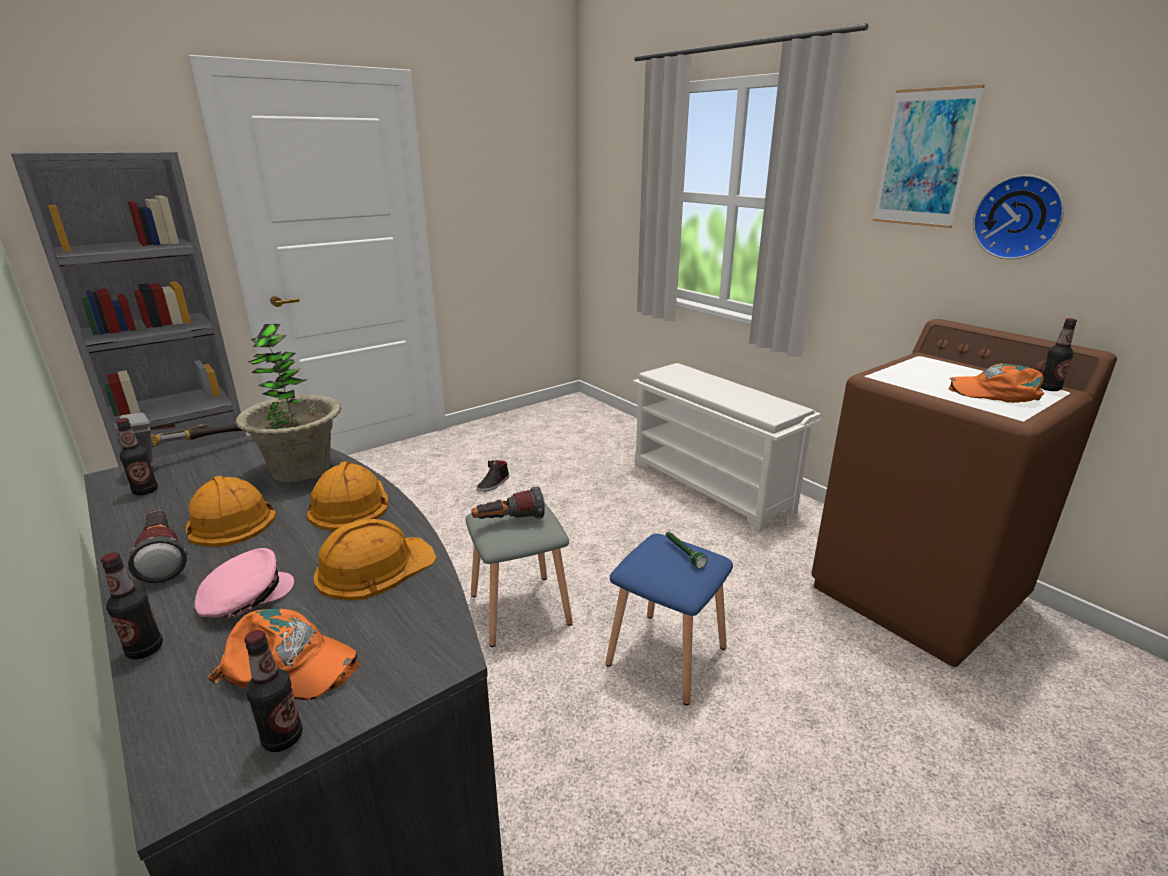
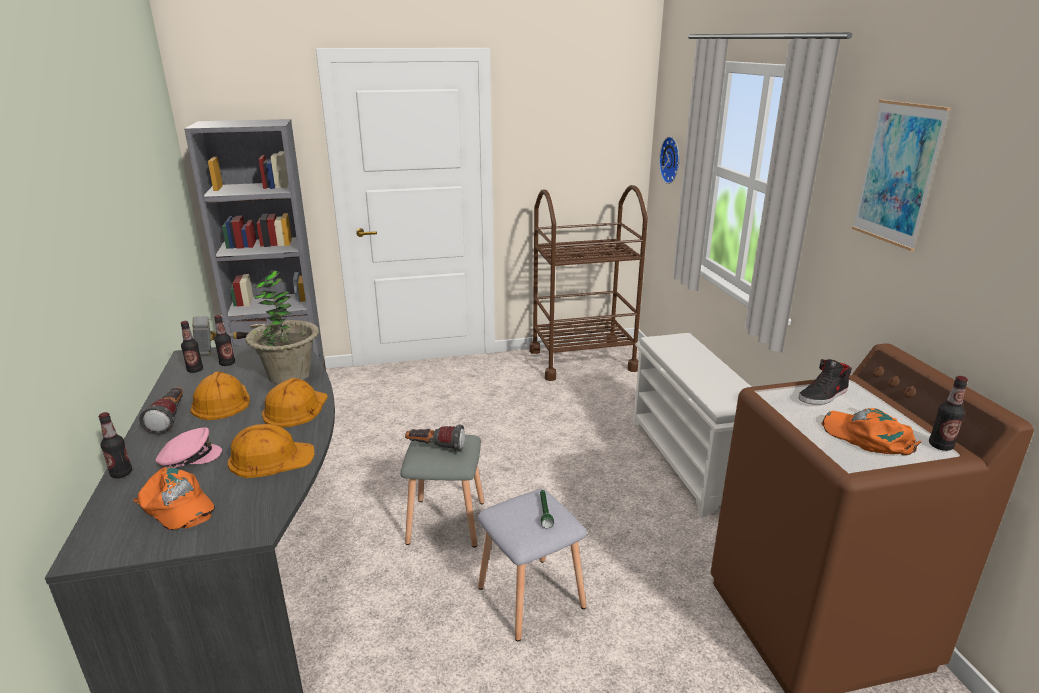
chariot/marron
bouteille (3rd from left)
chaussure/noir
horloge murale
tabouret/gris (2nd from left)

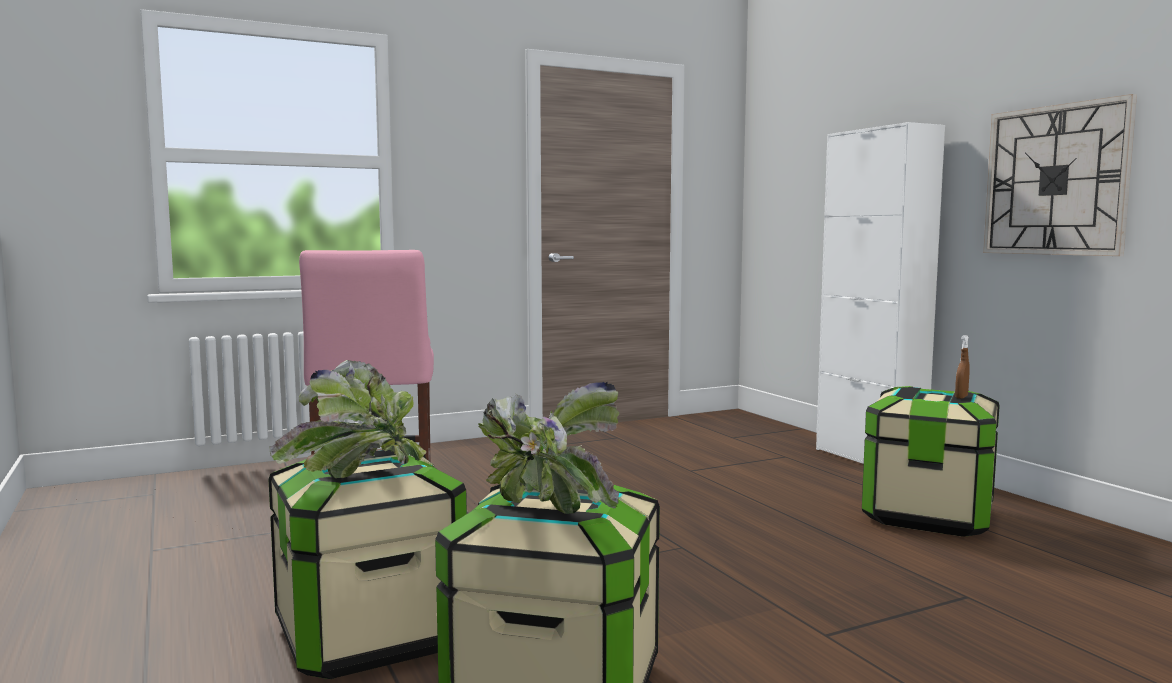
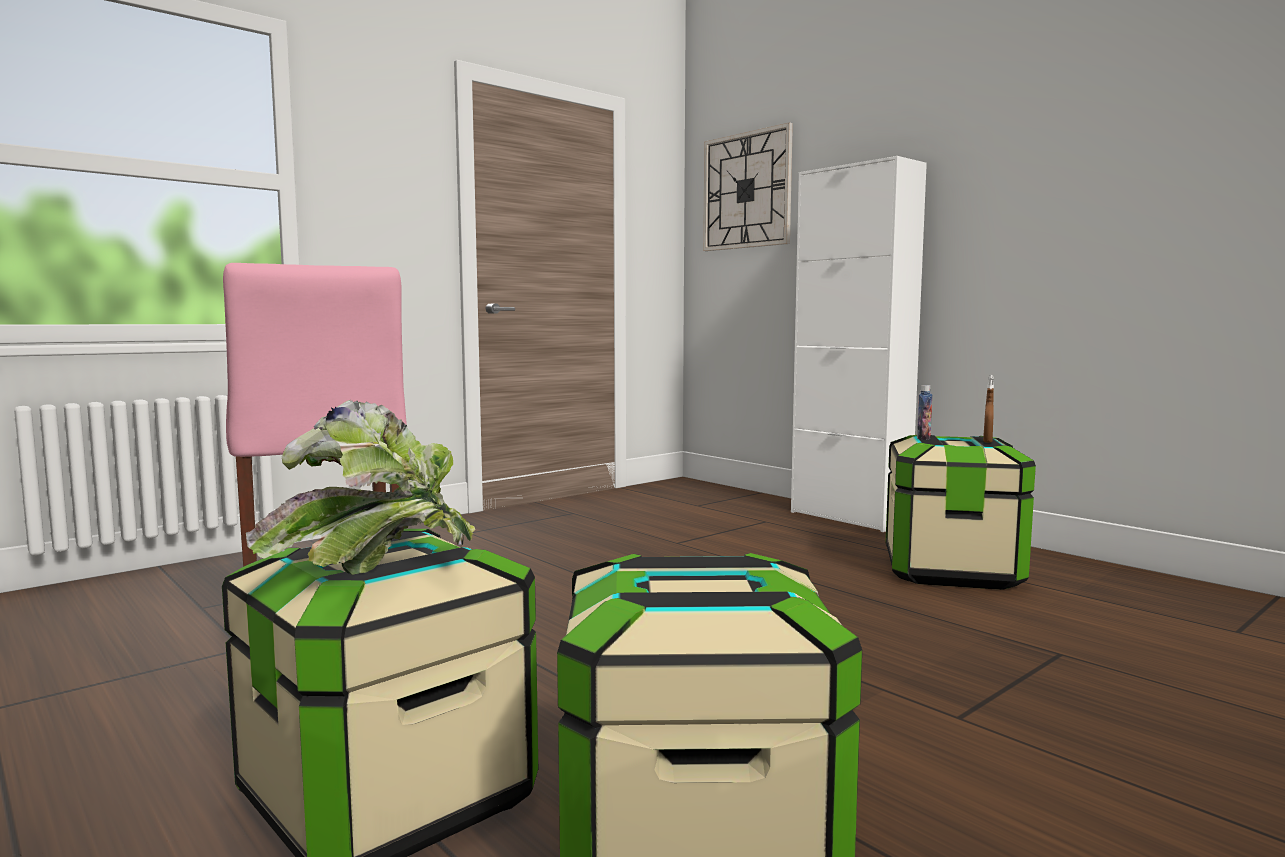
plante en pot (2nd from left in the first image)
bouteille
horloge murale

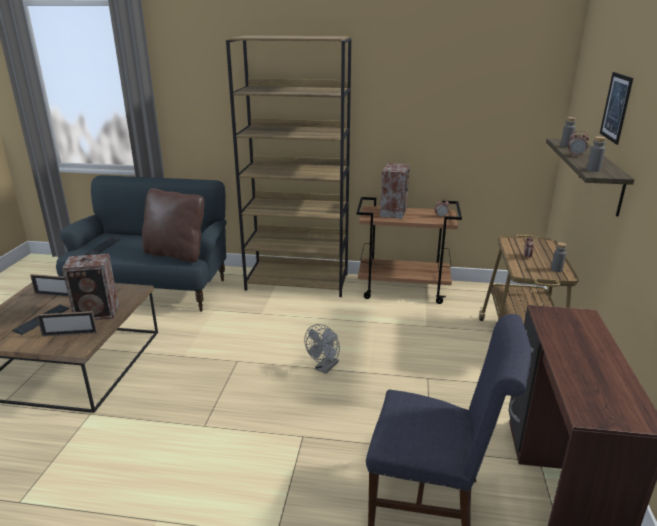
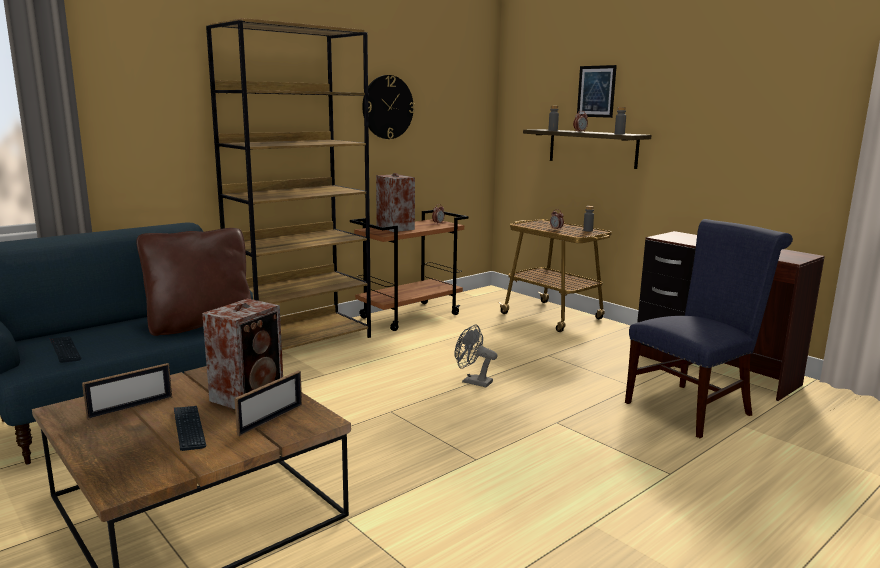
horloge murale
ventilateur/gris

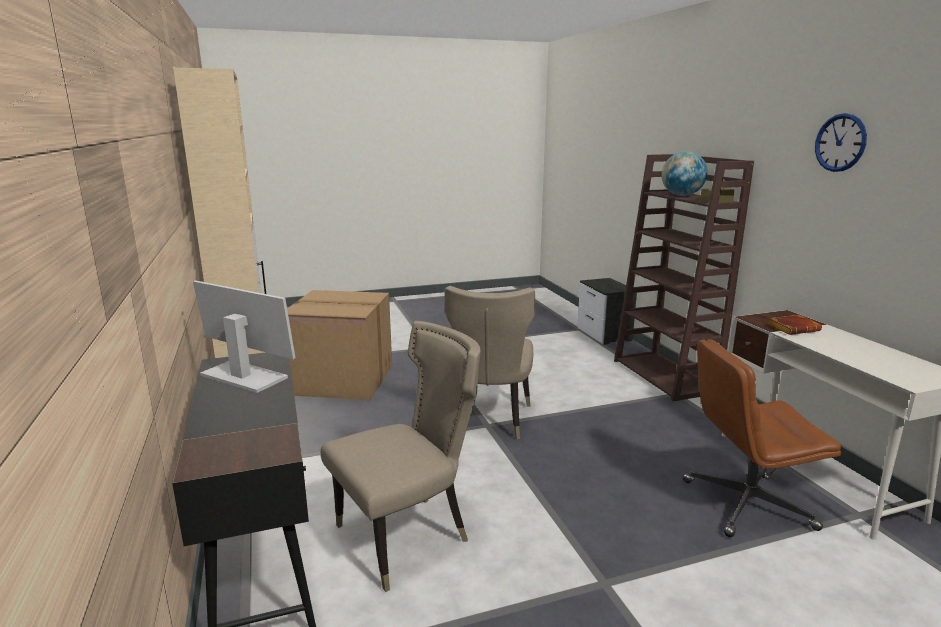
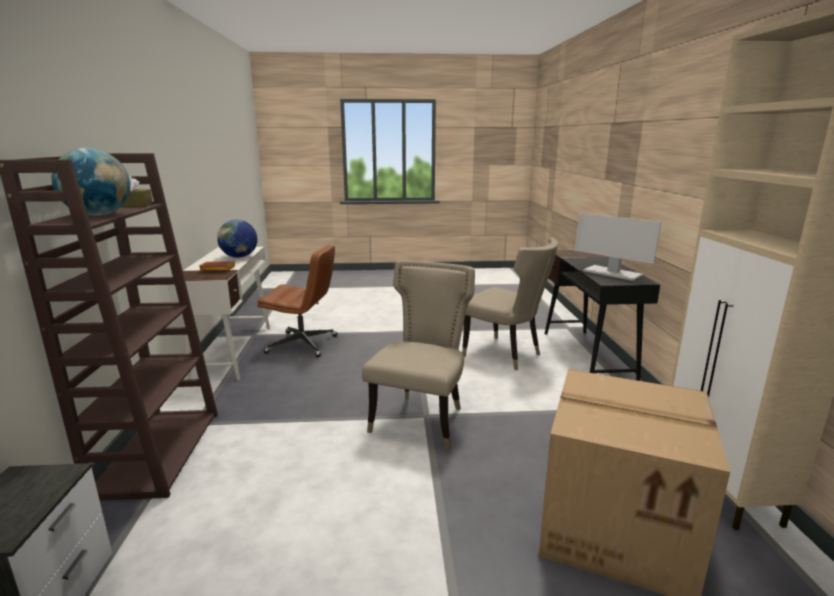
horloge murale
globe (2nd from left)
chaise/beige (2nd from left)

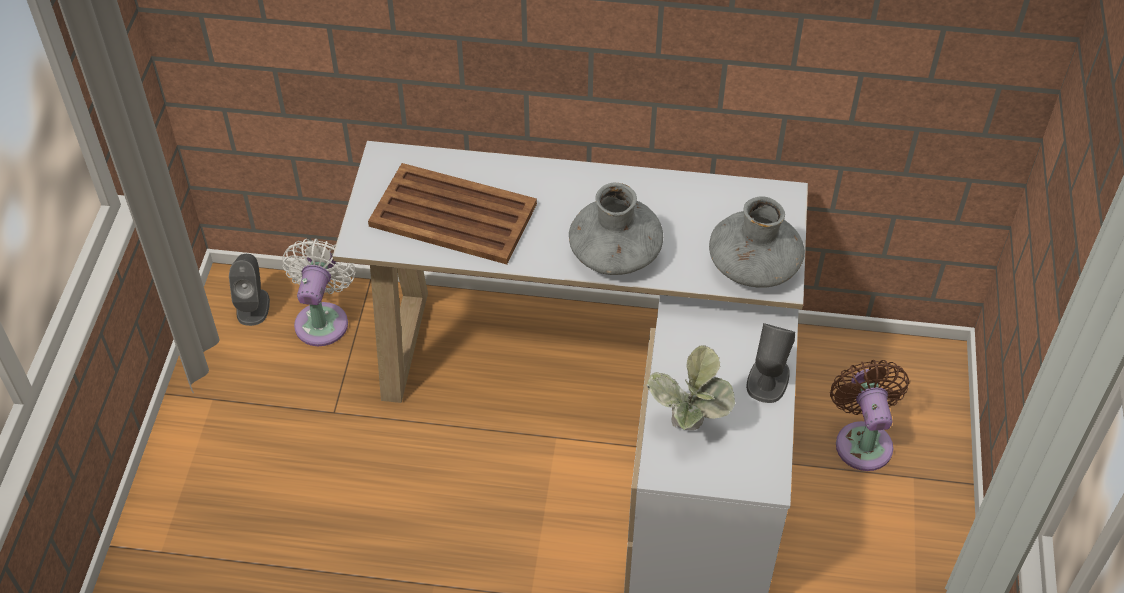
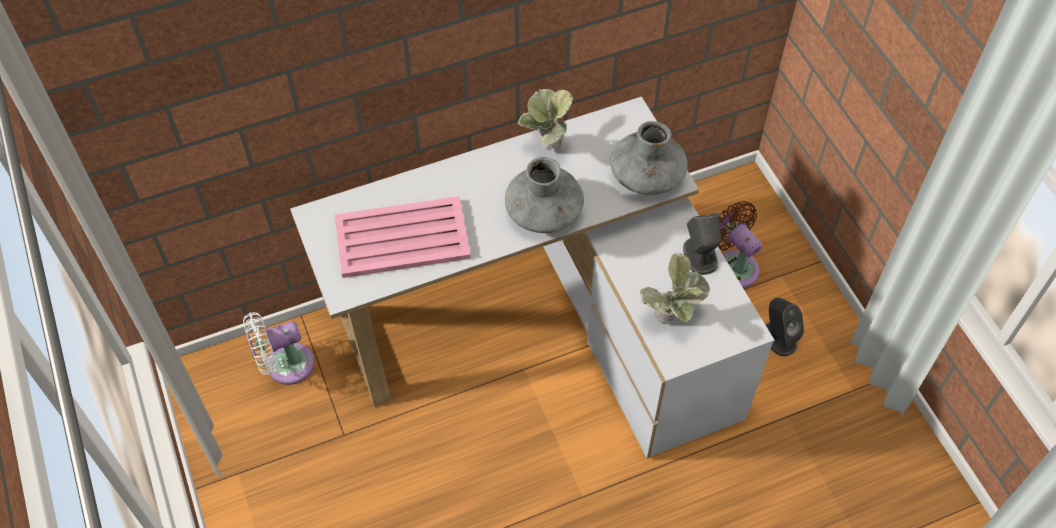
plante en pot (1st from left)
enceinte/gris (2nd from left)
plateau/rose
ventilateur/blanc

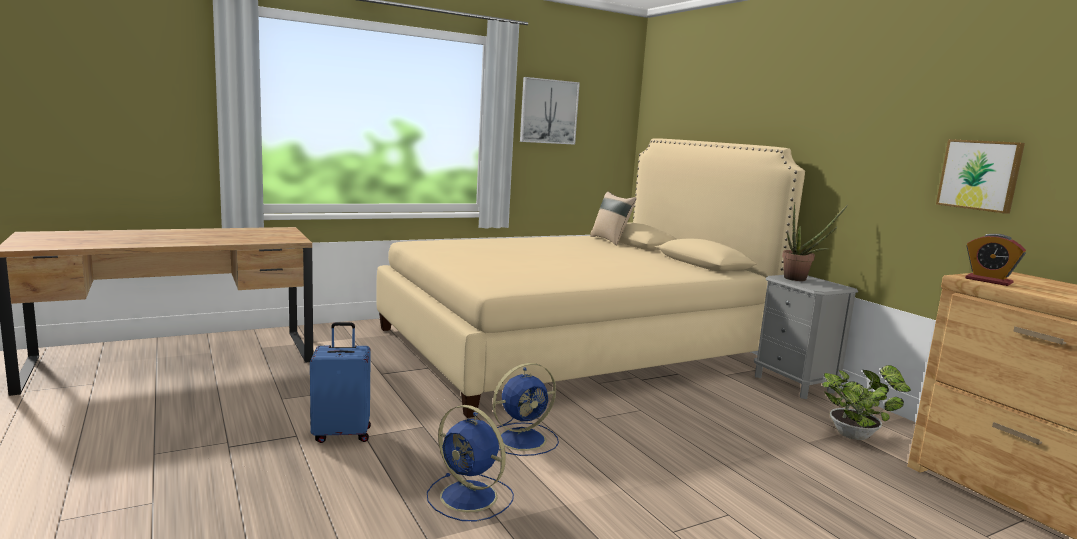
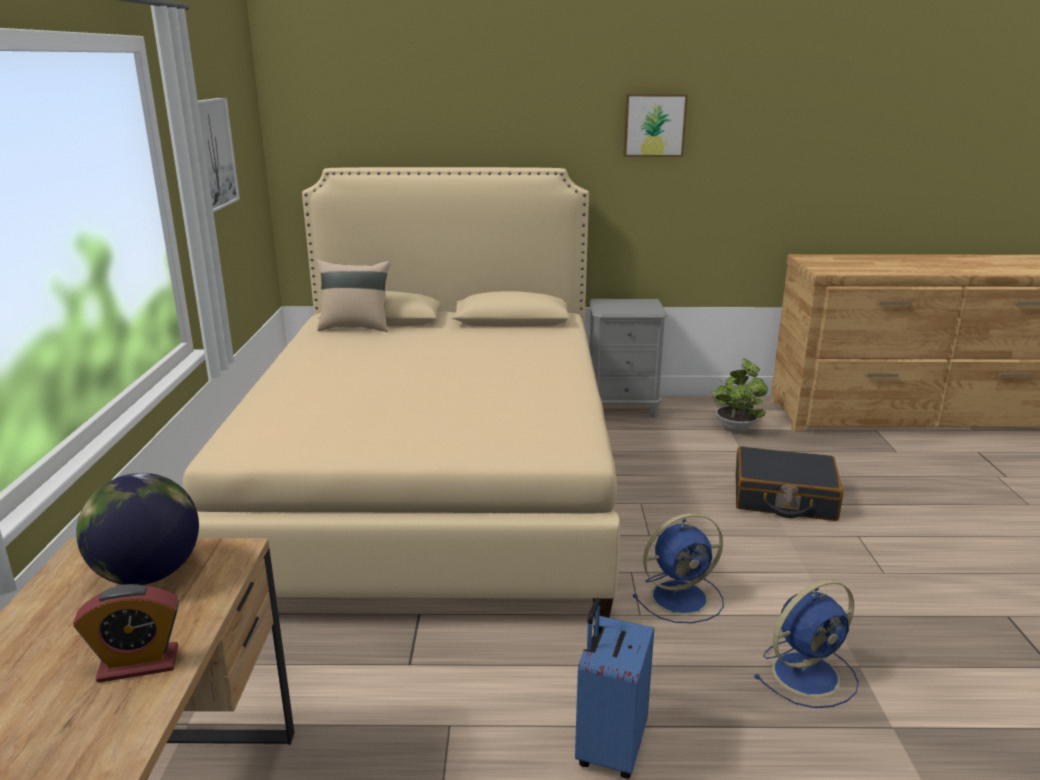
plante en pot (1st from left in the first image)
globe
valise/noir
tableau (2nd from left)
réveil
ventilateur/bleu (1st from left)

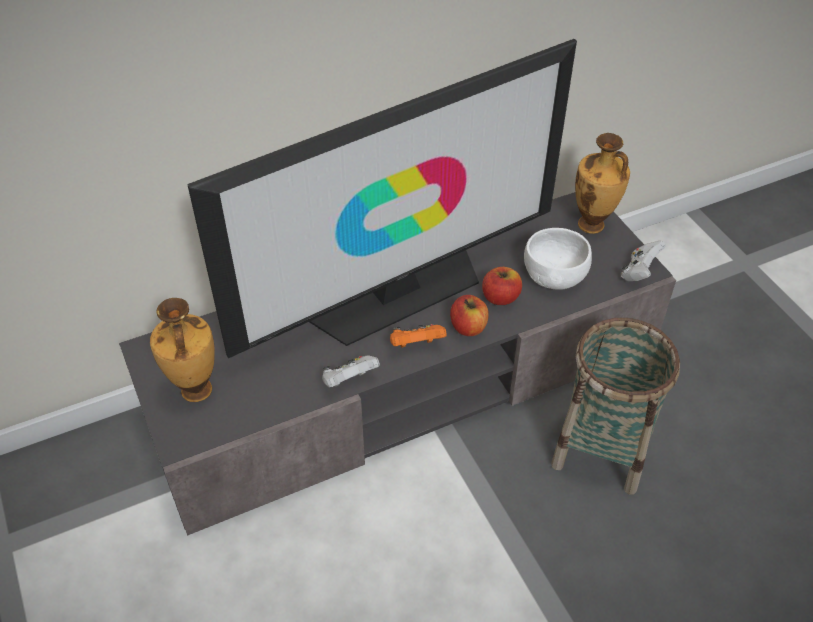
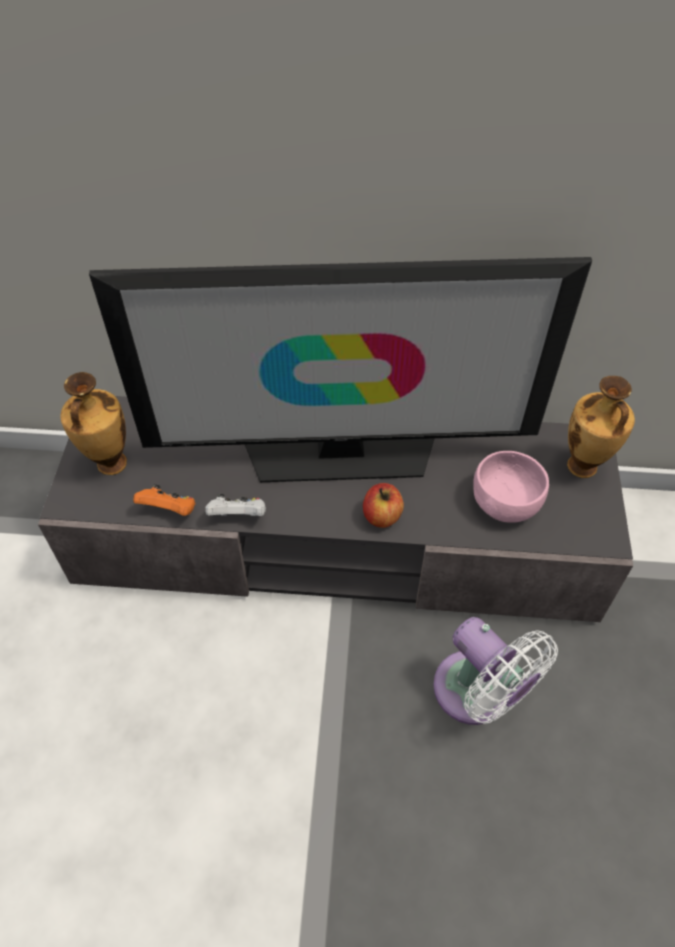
pomme (2nd from left in the first image)
manette/blanc (2nd from left in the first image)
manette/orange
ventilateur/blanc
bol/rose

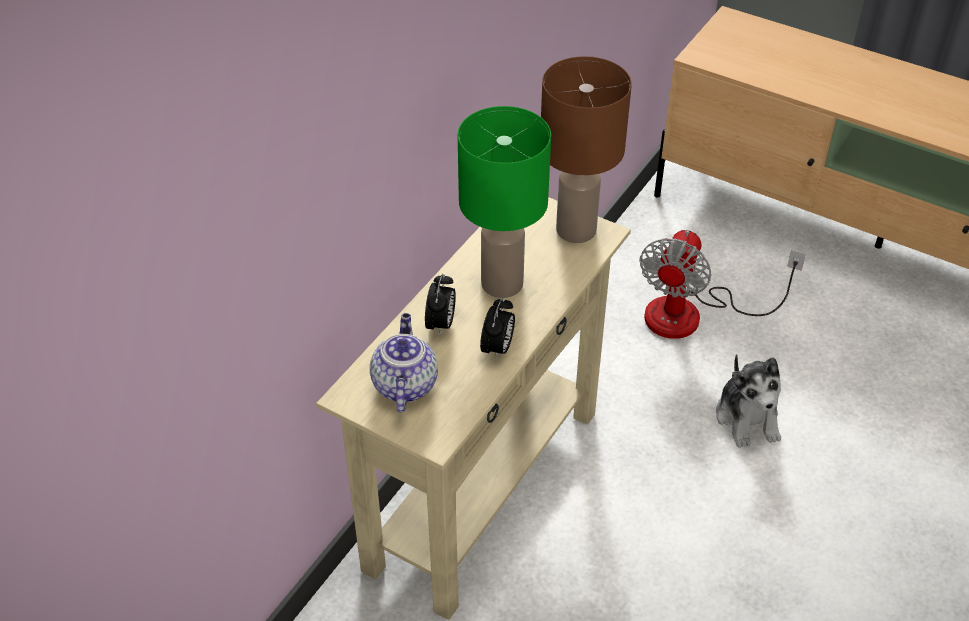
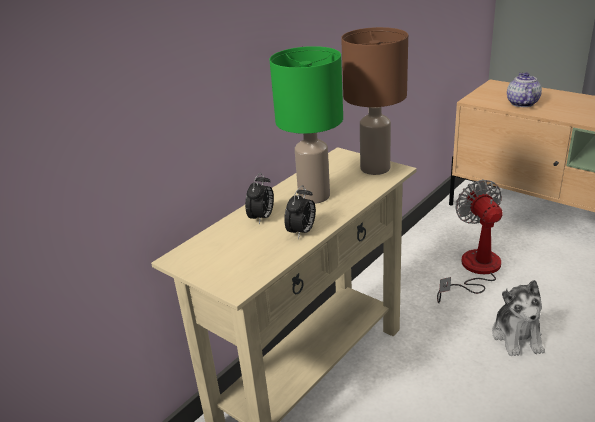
théière
ventilateur

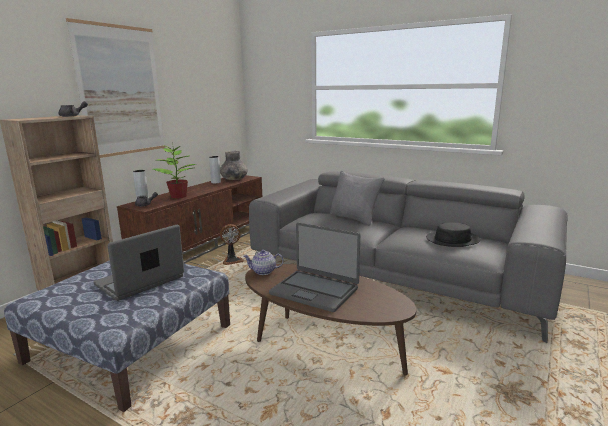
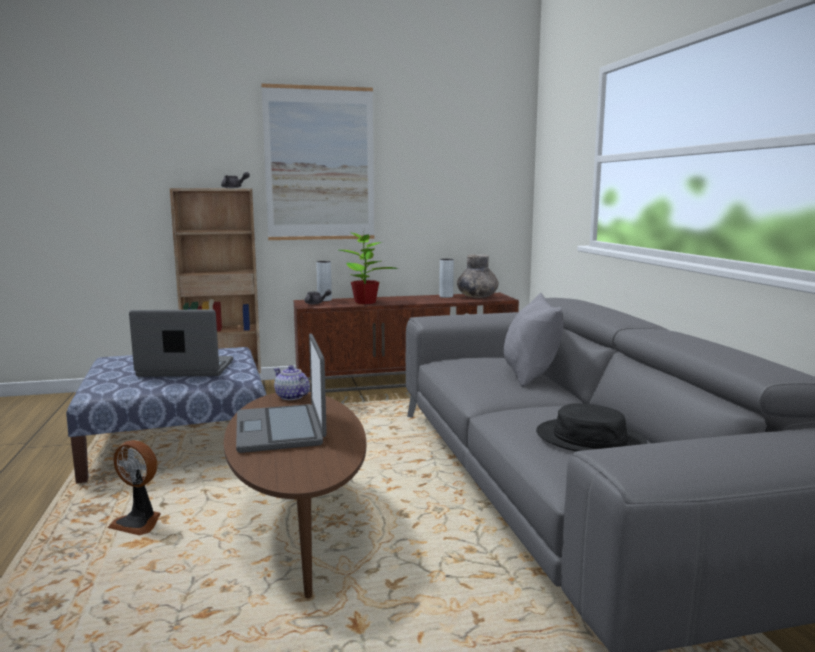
ventilateur

